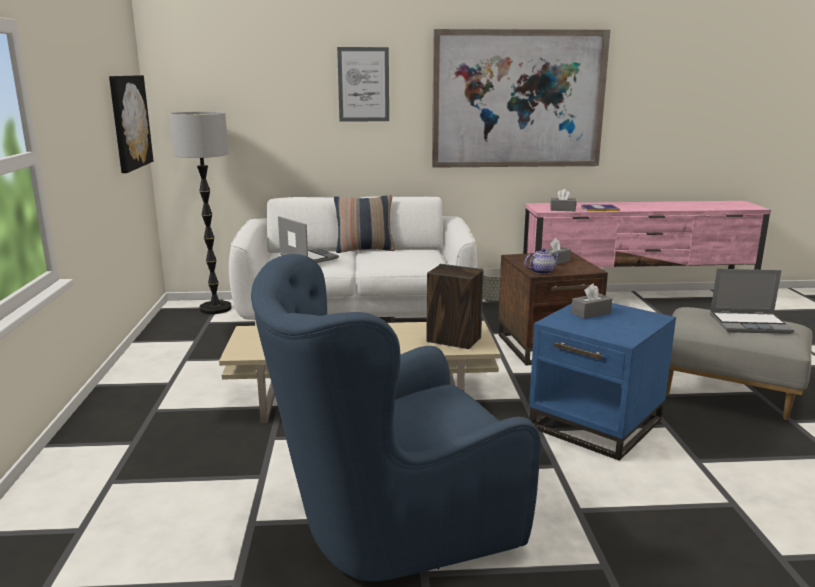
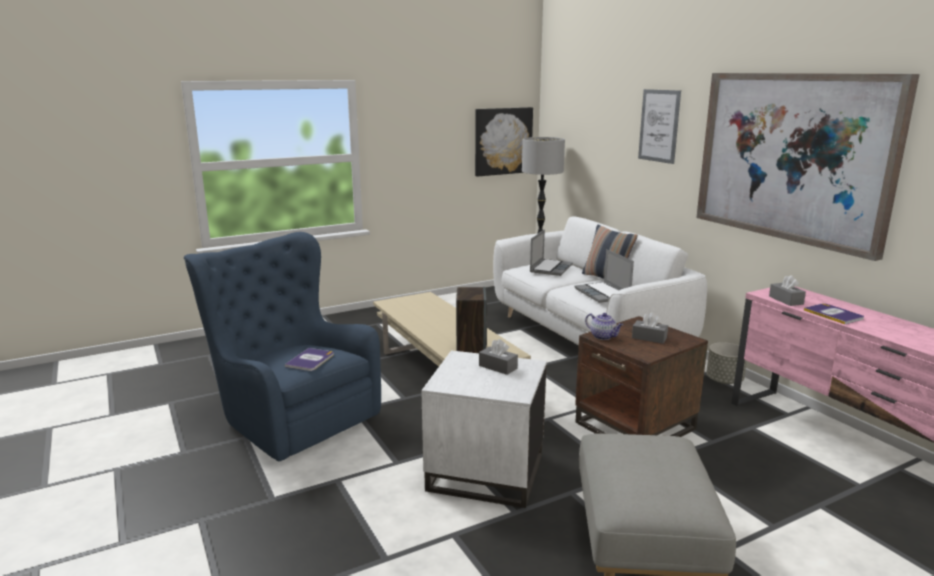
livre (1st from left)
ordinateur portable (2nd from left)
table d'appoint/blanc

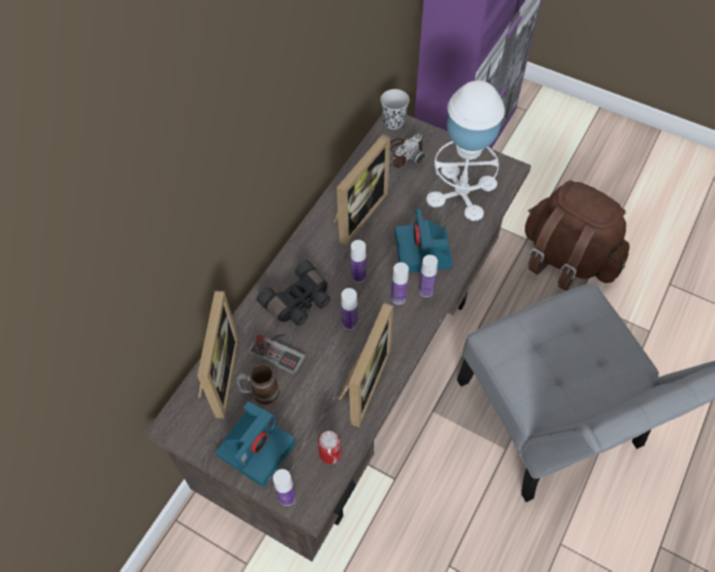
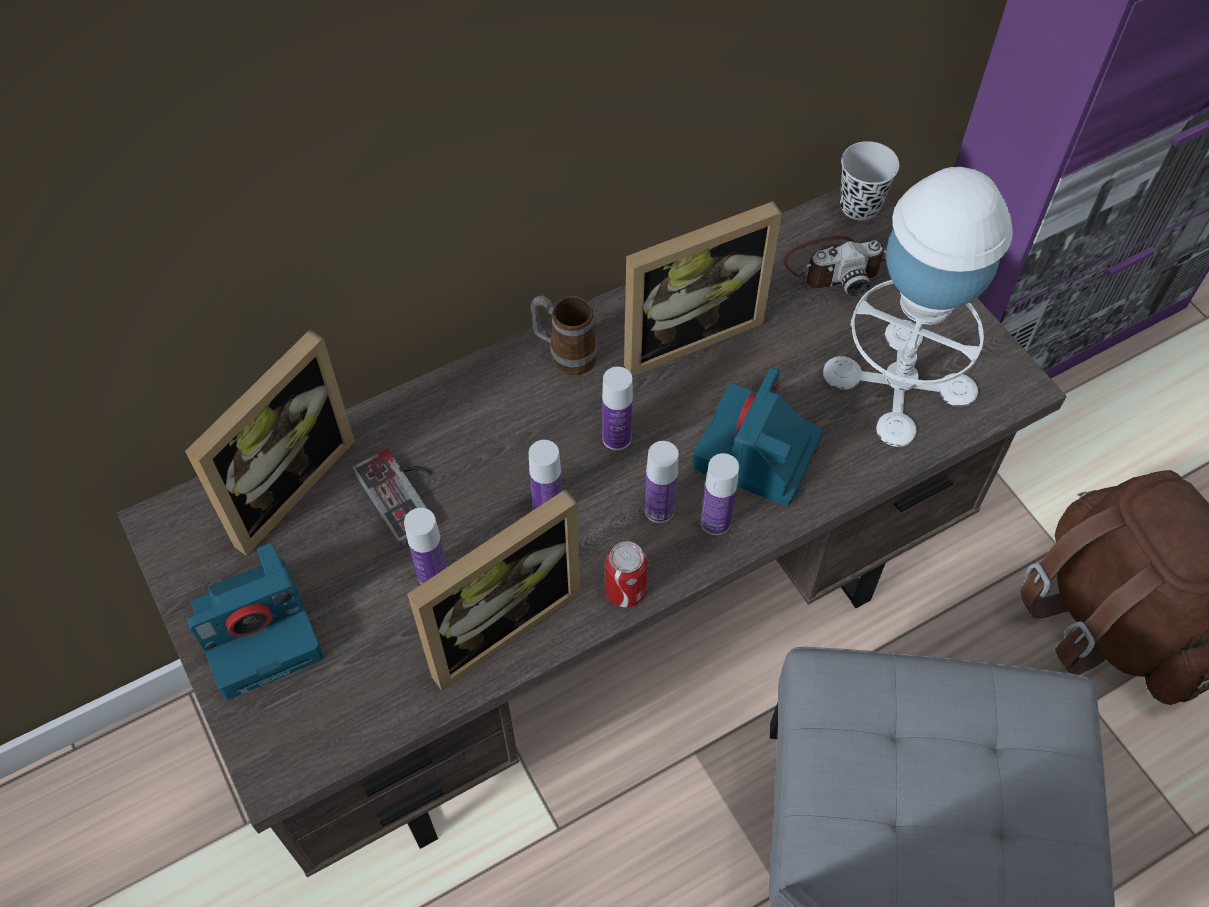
jumelles/noir
mug
bouteille (1st from left)
boîte métallique

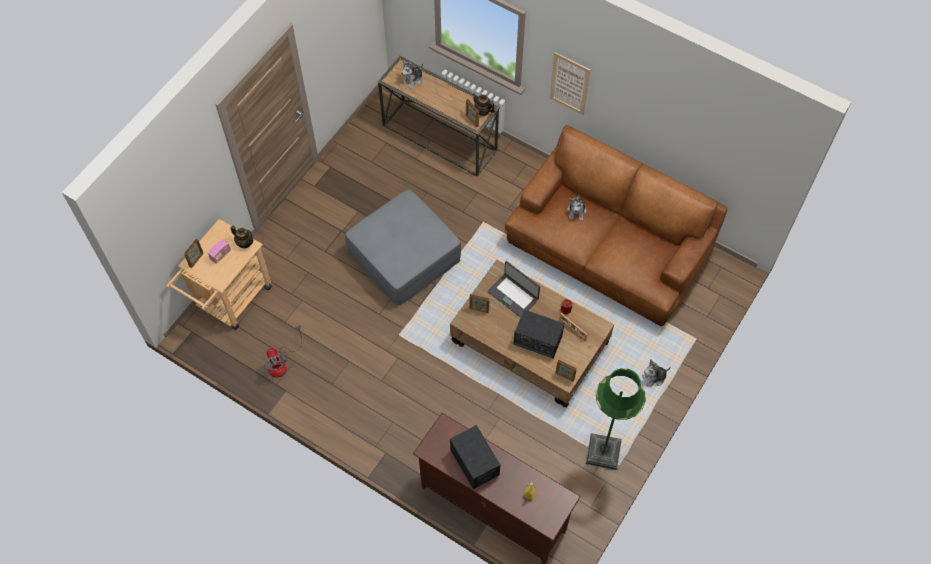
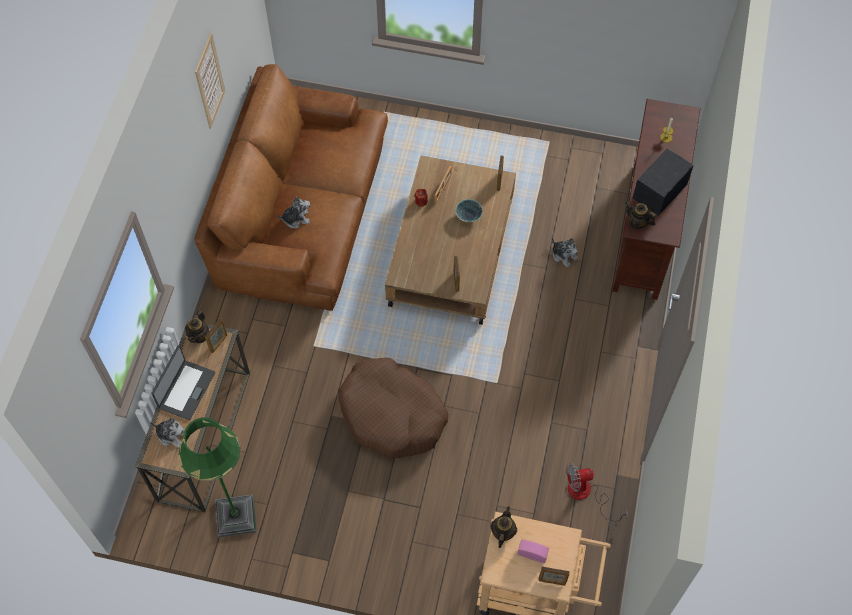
théière (3rd from left)
ordinateur portable
tableau
lampadaire/vert
peluche (3rd from left)
panier pour chien/marron
bol
ventilateur

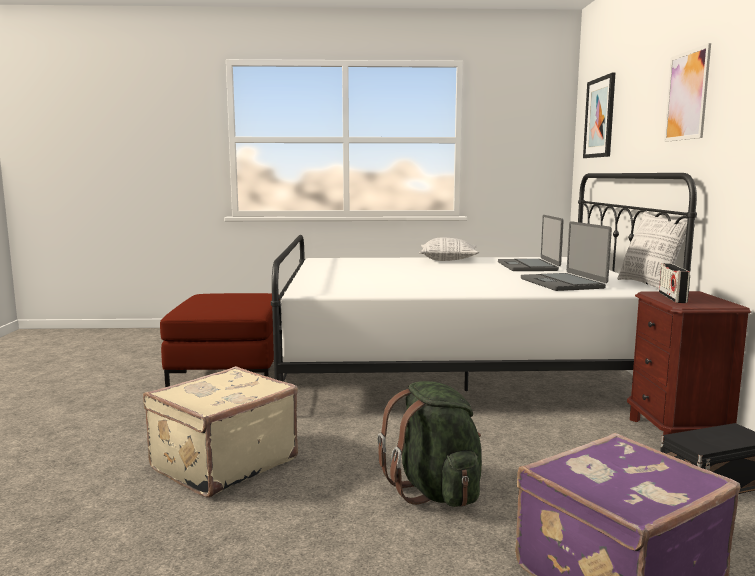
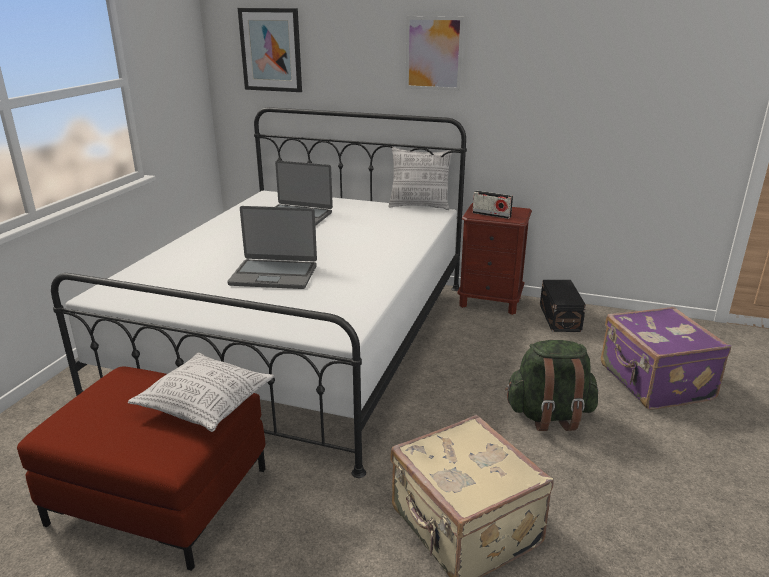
coussin (1st from left)
ordinateur portable (1st from left)

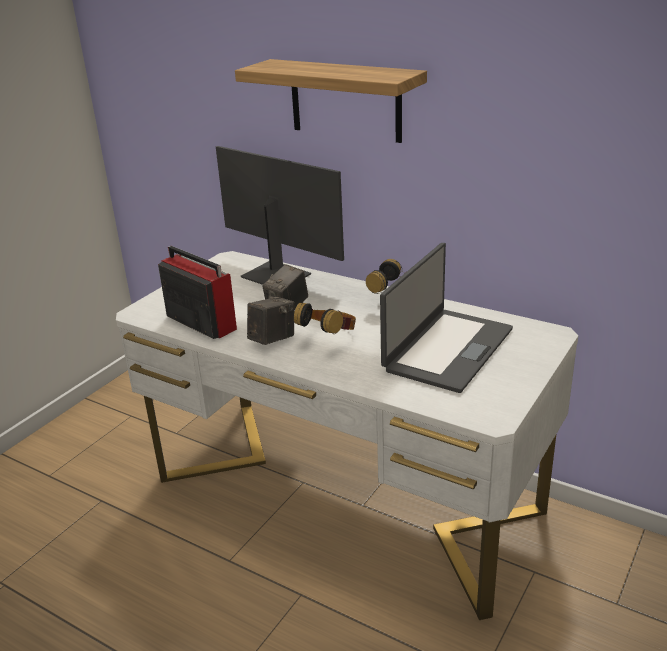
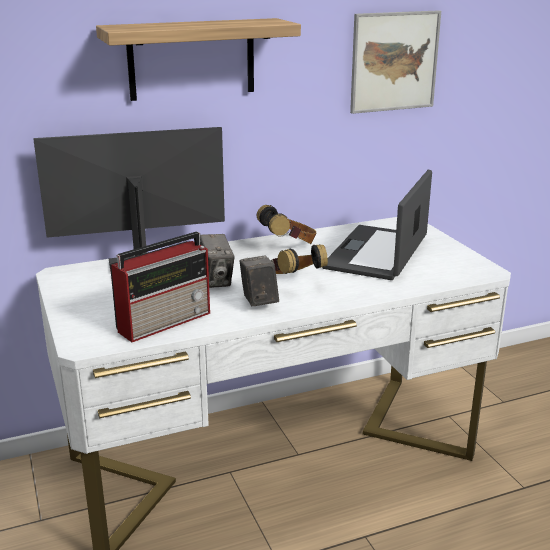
tableau
radio
ordinateur portable

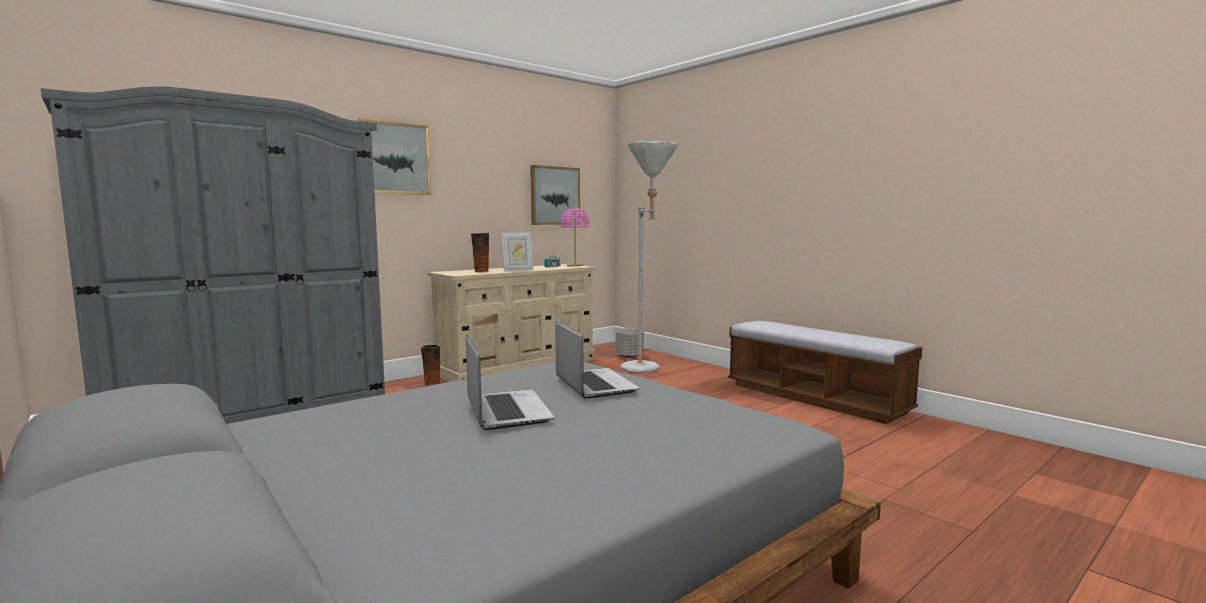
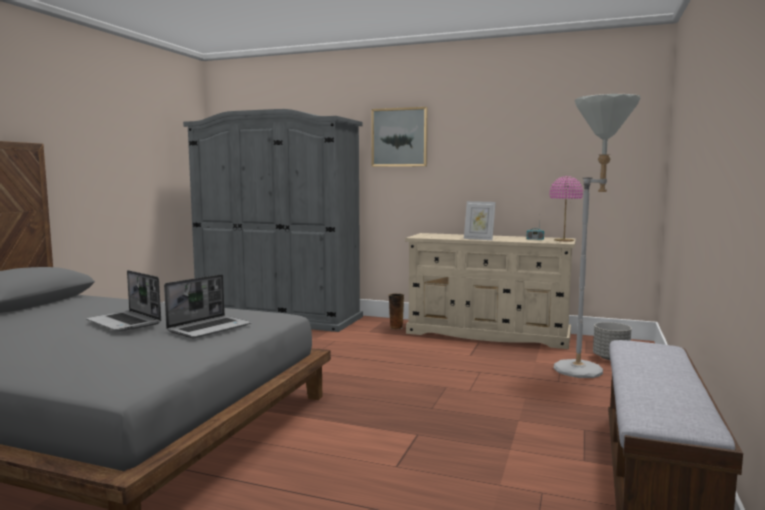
vase (2nd from left in the first image)
tableau (2nd from left in the first image)
ordinateur portable (1st from left)

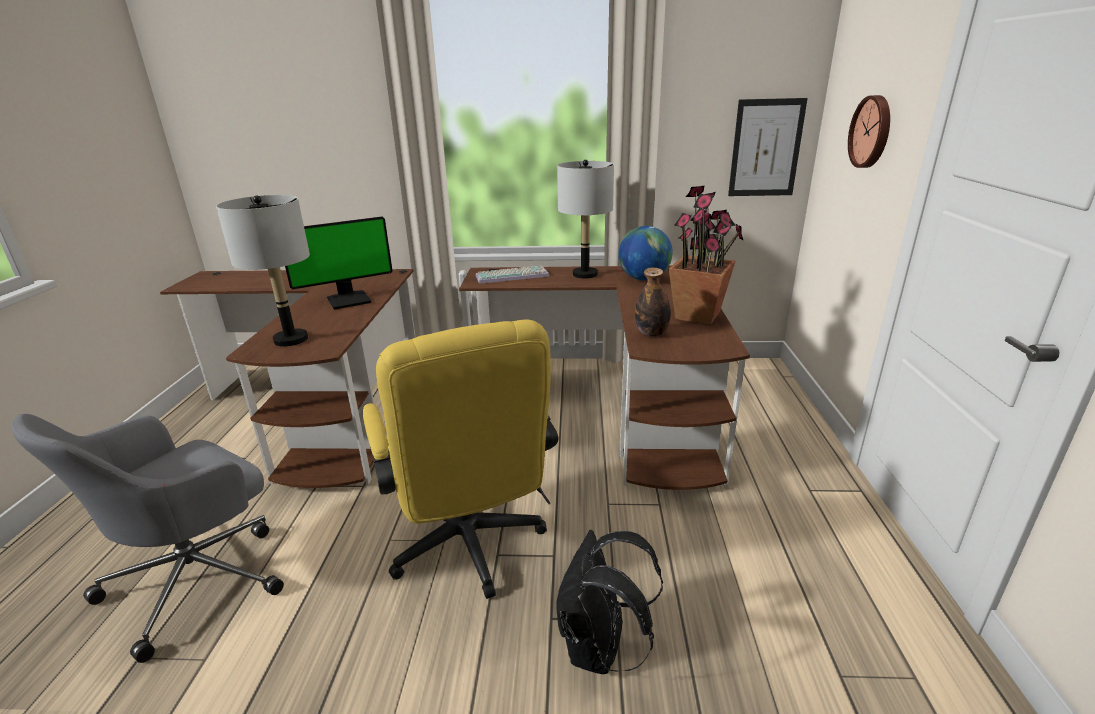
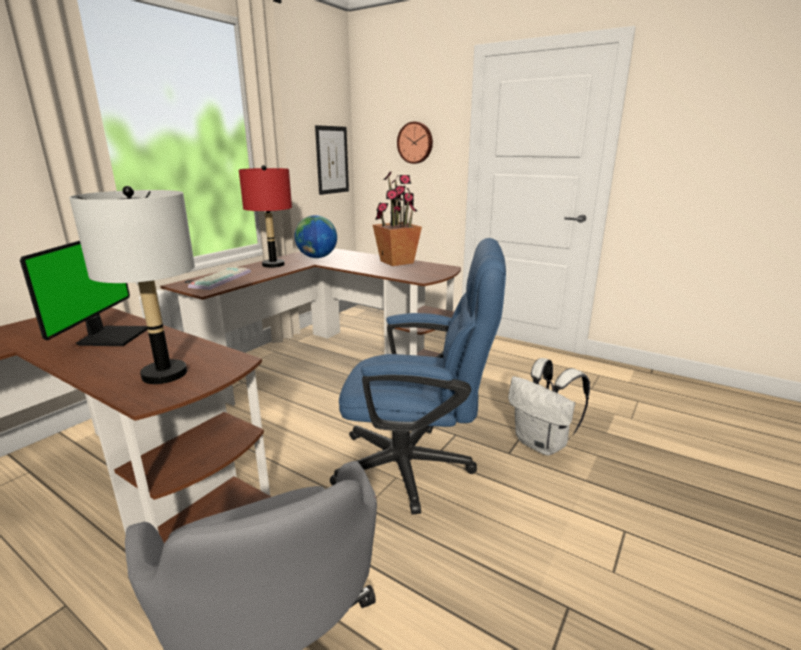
bouteille
chaise de bureau/bleu
sac à dos/blanc
lampe de table/rouge

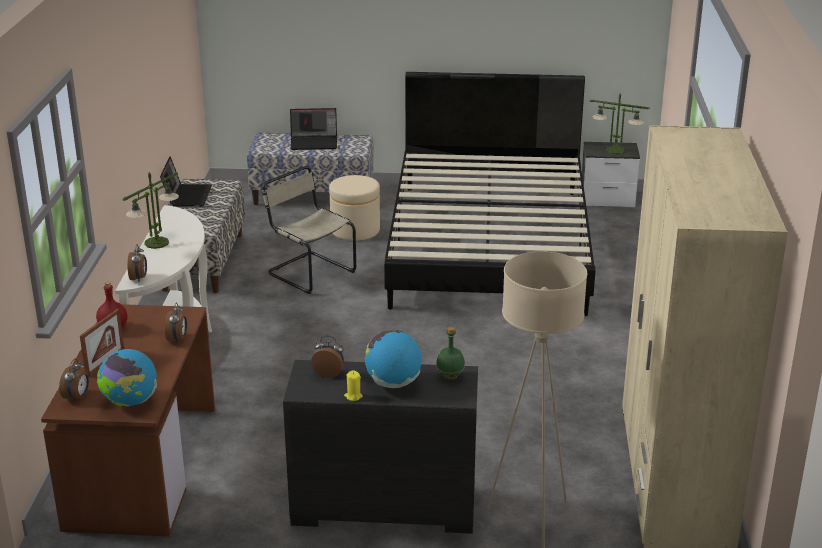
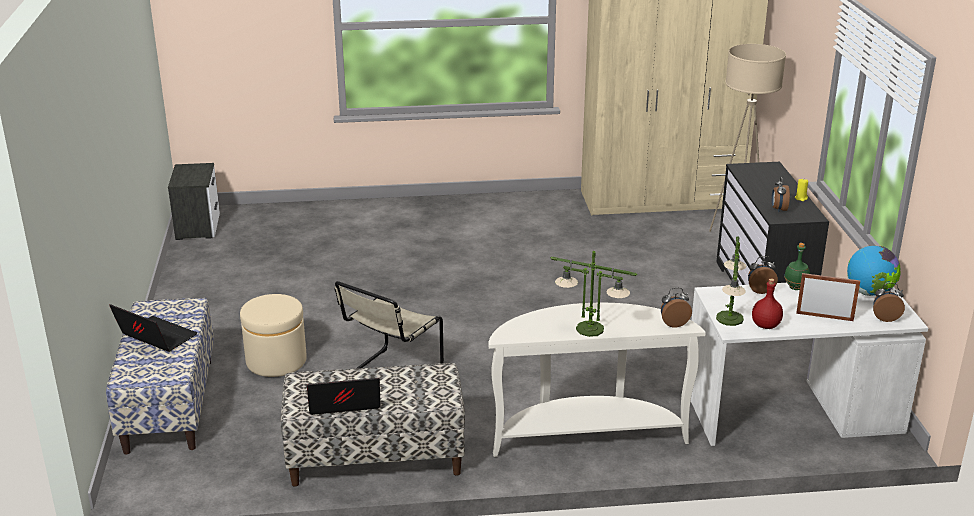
globe (2nd from left in the first image)
lit/noir
bouteille/vert
lampe de table (2nd from left)
bureau/blanc
ordinateur portable (1st from left)

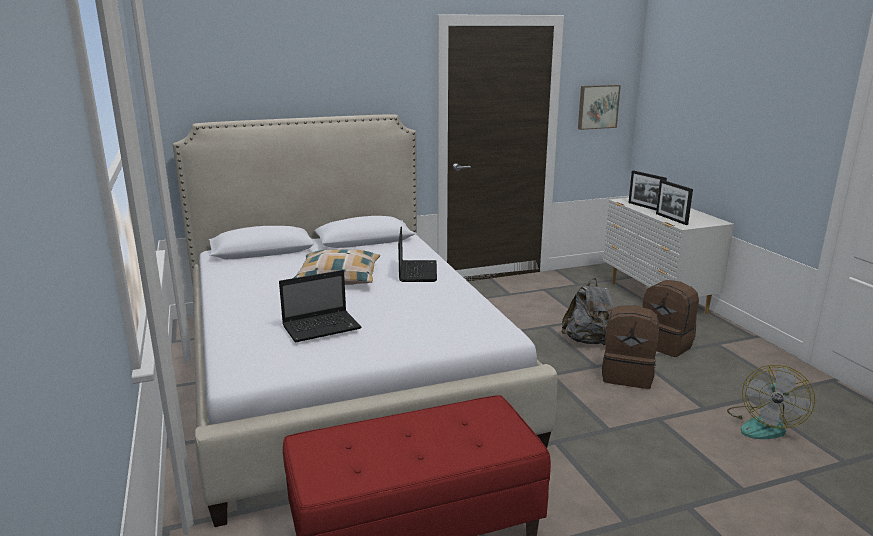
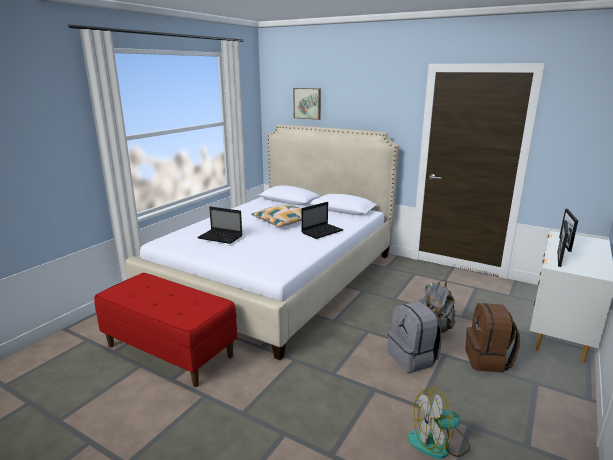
tableau
sac à dos/gris (1st from left)

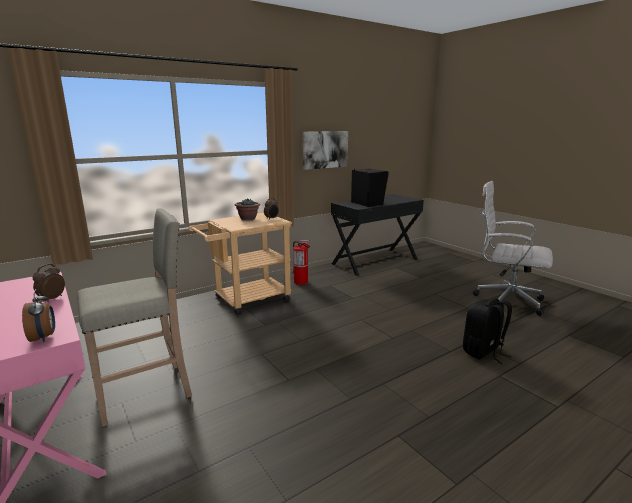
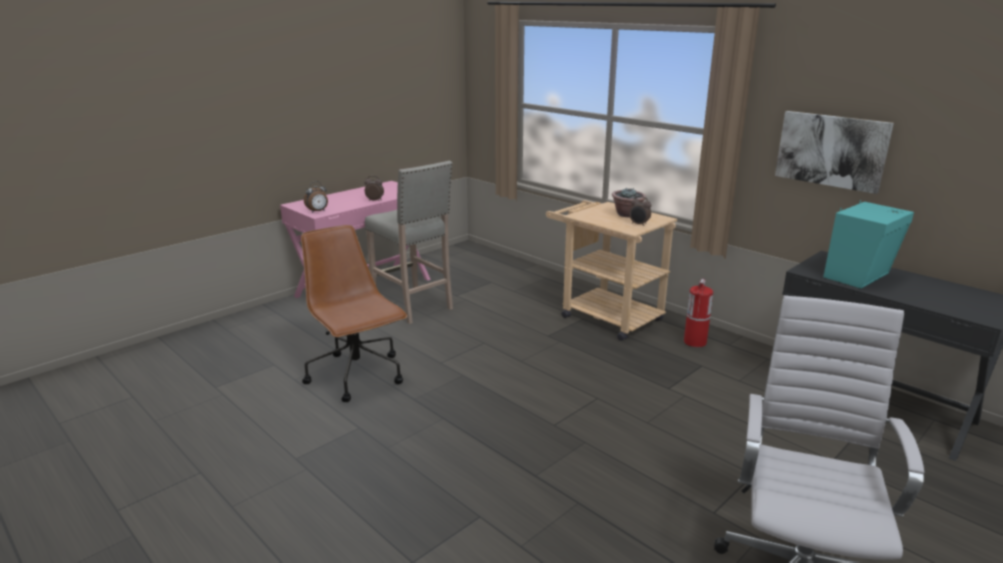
sac à dos/noir
chaise de bureau/marron
enceinte/turquoise

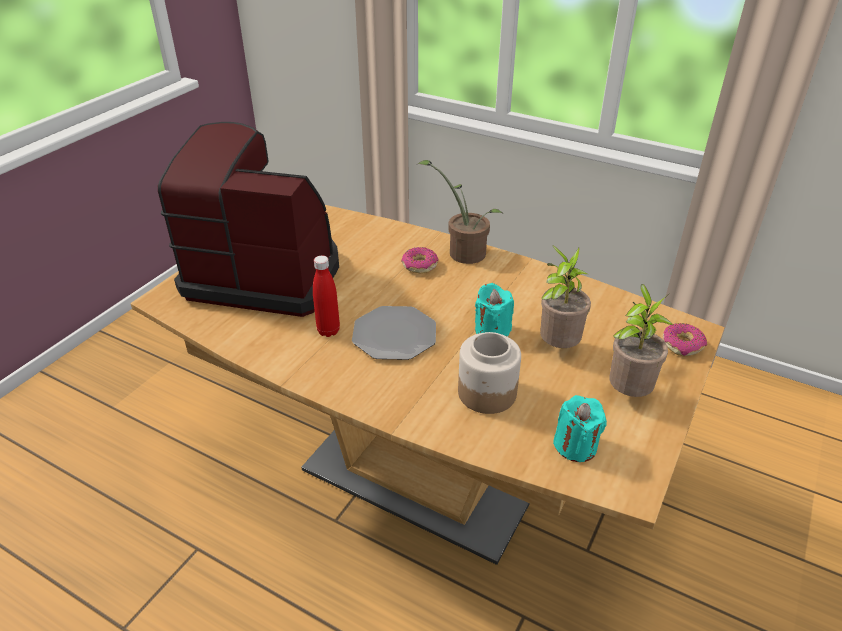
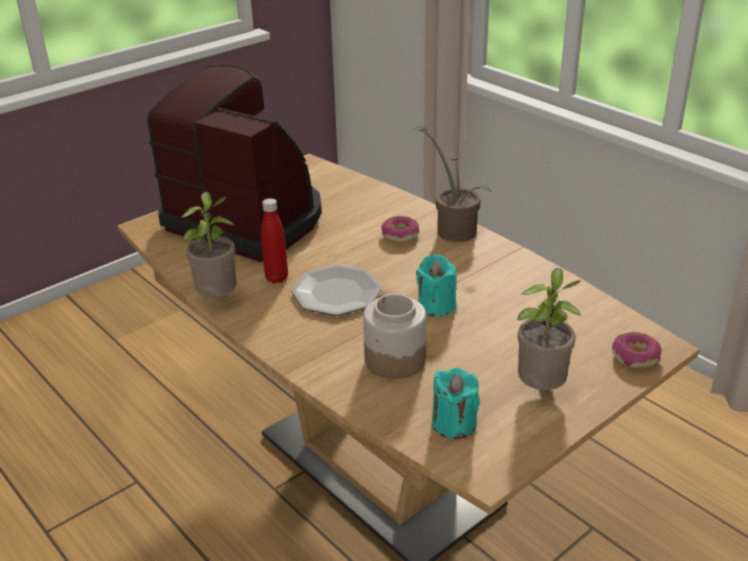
plante en pot (1st from left)

